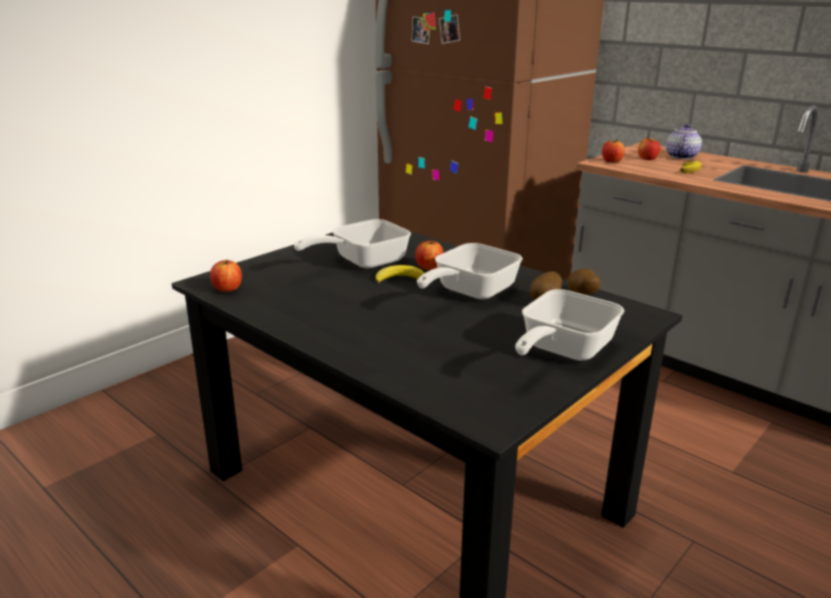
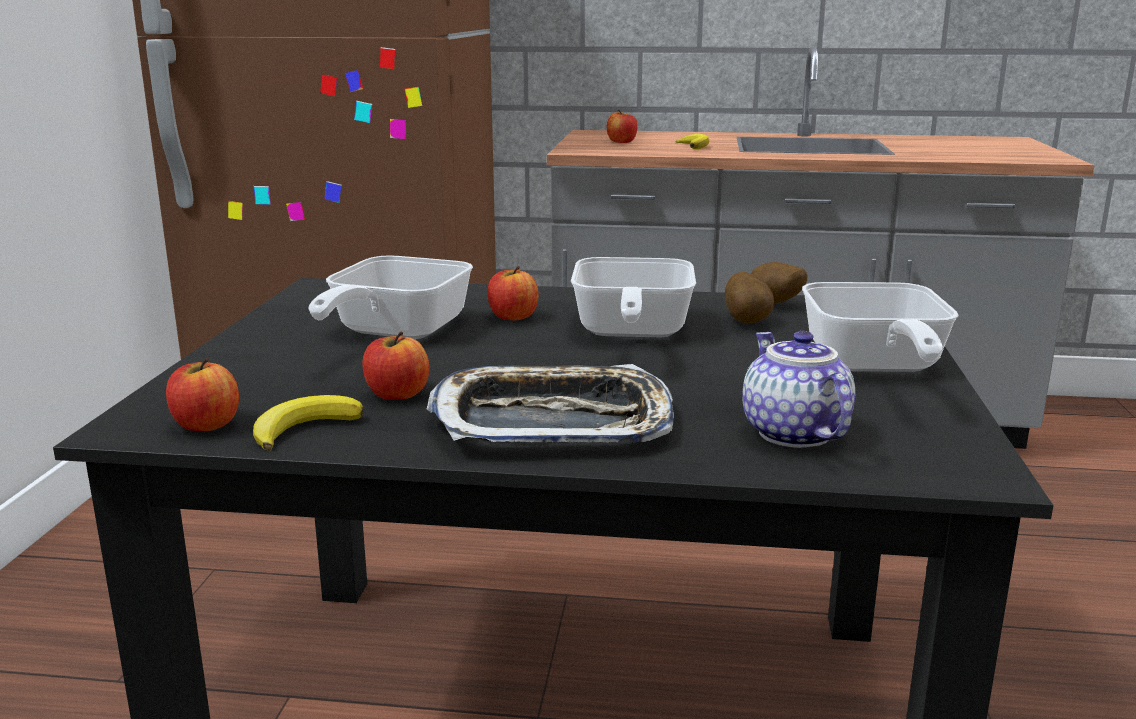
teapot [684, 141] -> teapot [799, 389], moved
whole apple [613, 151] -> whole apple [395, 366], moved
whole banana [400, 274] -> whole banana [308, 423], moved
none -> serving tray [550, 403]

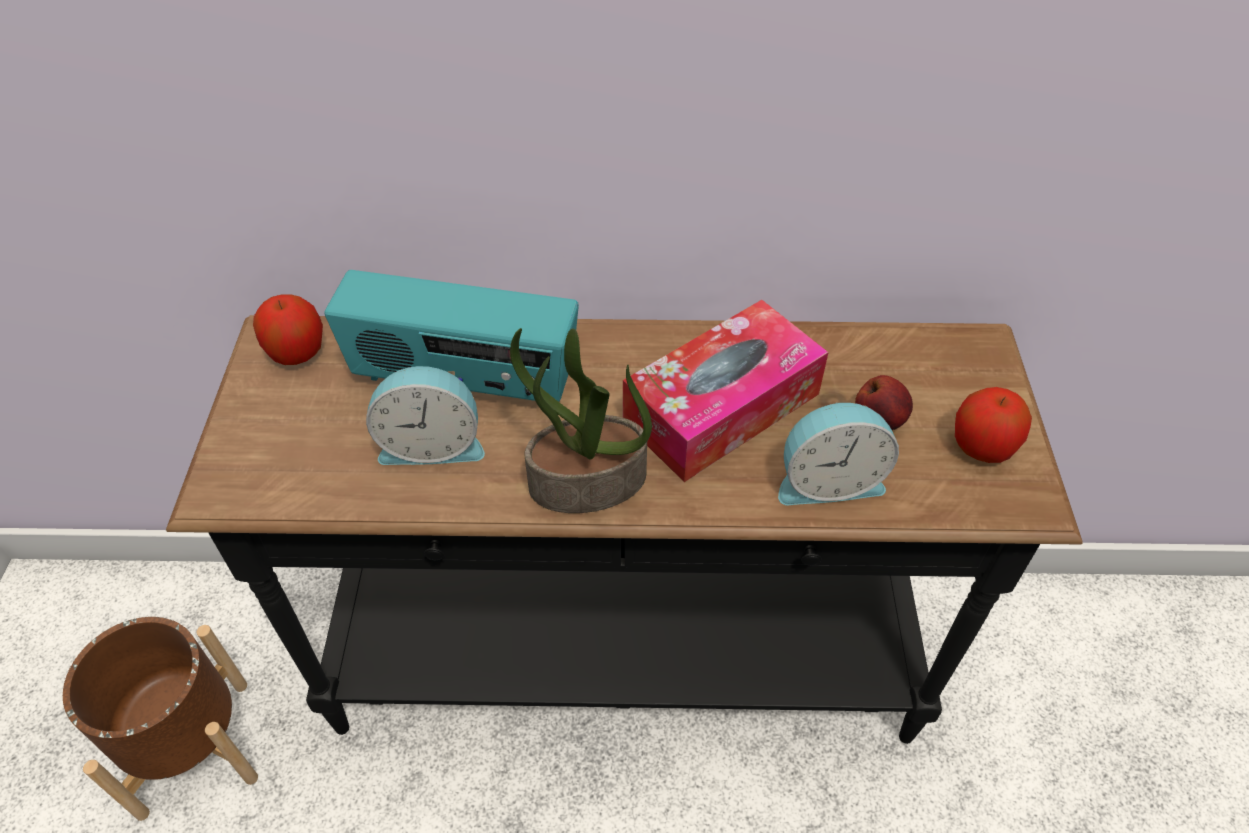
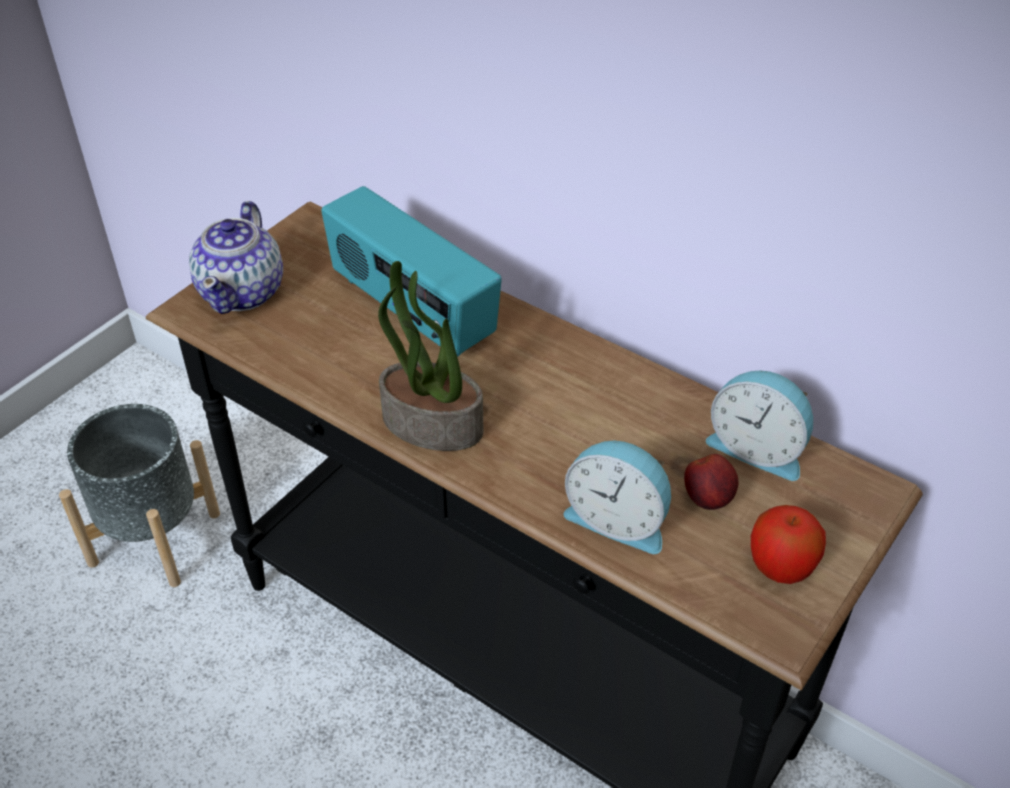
whole apple [288, 329] -> none
box of tissues [726, 391] -> none
bedside clock [425, 415] -> bedside clock [759, 425], moved
brown planter [160, 719] -> greyish planter [139, 495]
none -> teapot [236, 257]

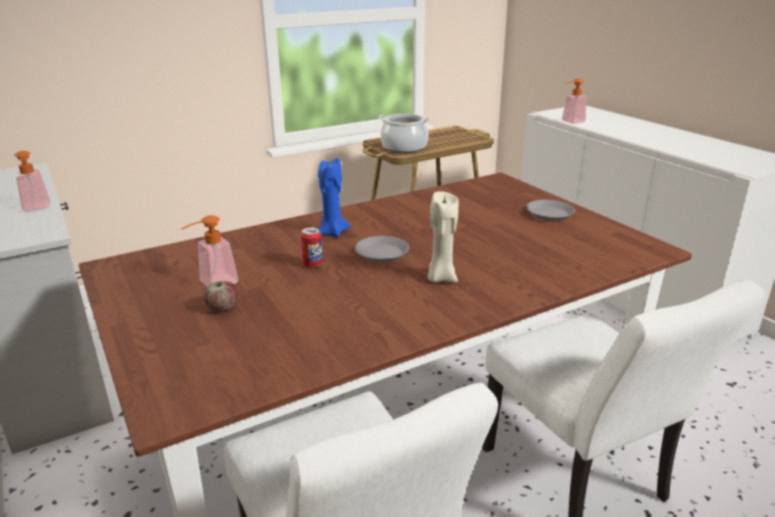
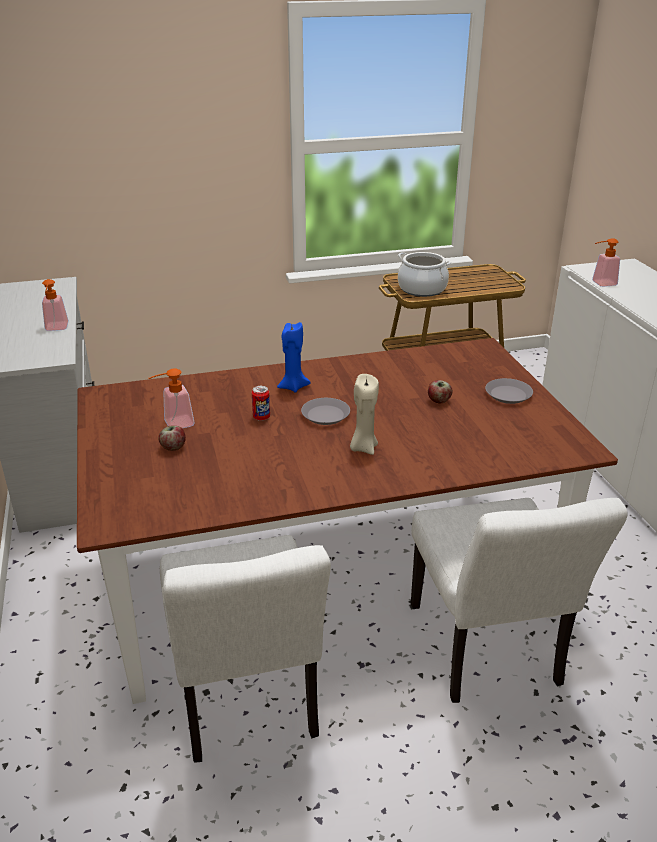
none -> whole apple [440, 391]

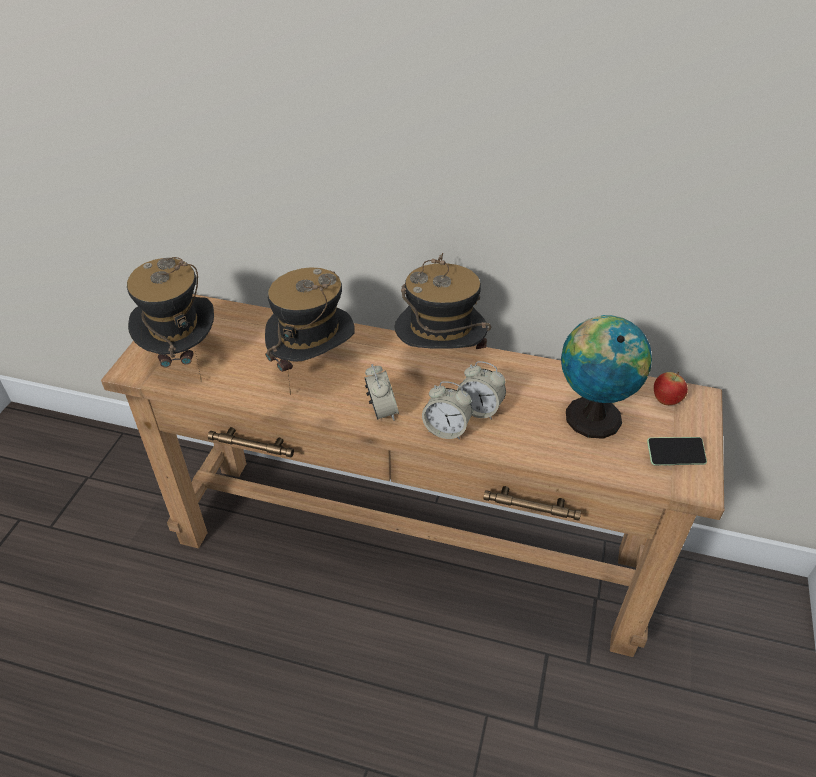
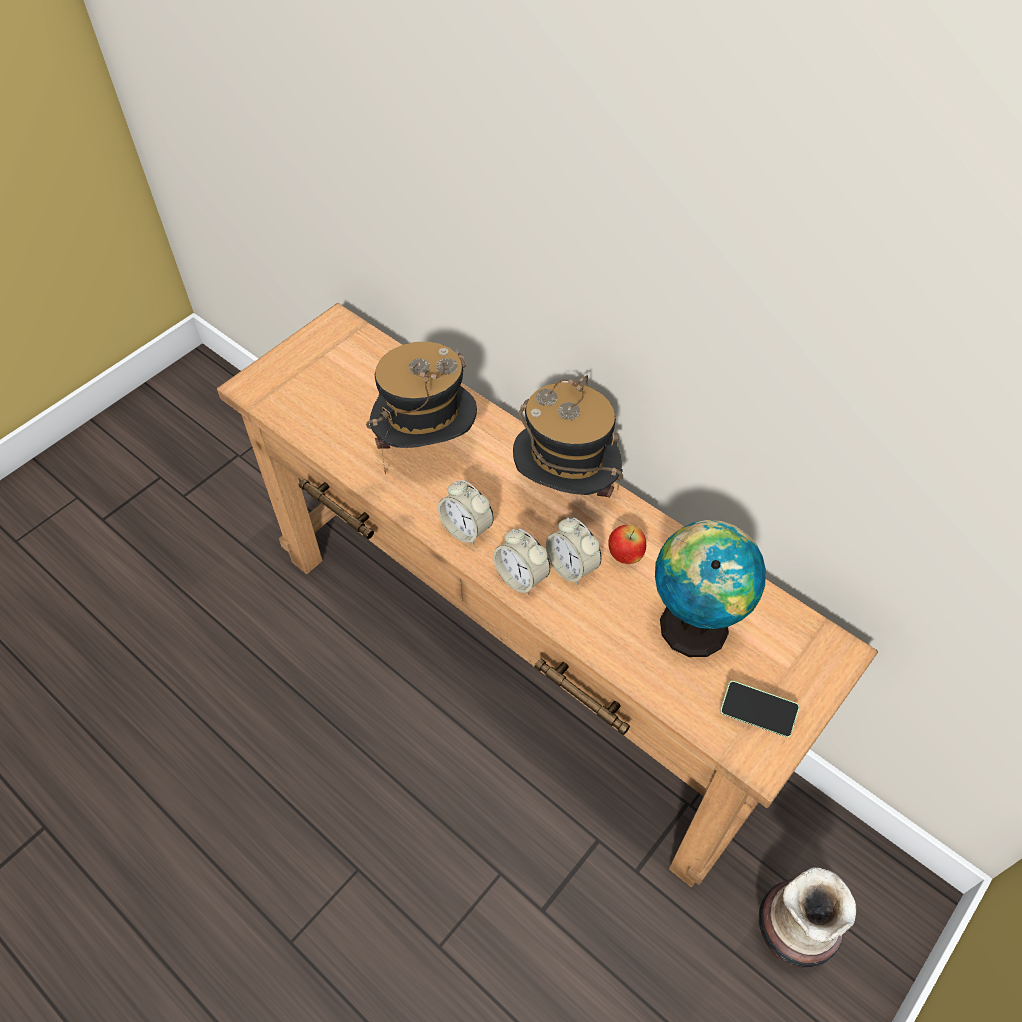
hat [170, 320] -> none
bedside clock [381, 392] -> bedside clock [466, 512], 120 degrees clockwise
whole apple [671, 388] -> whole apple [627, 544], moved
none -> decorative vase [807, 917]

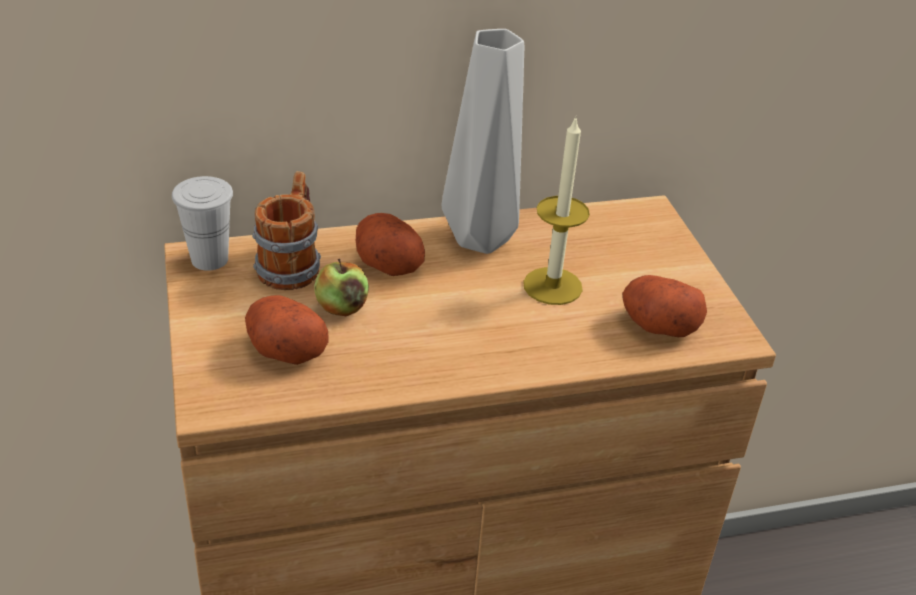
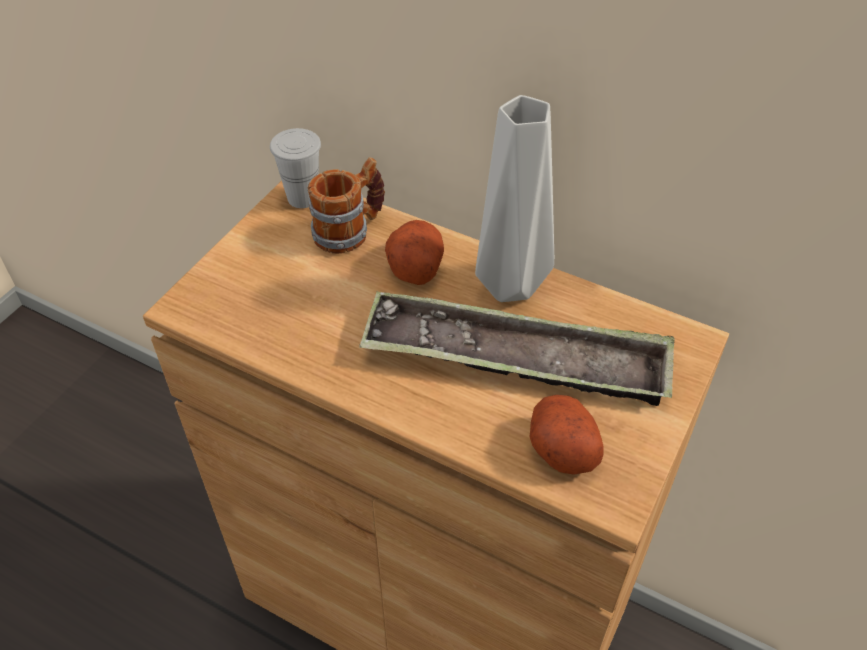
wax light [556, 211] -> serving tray [517, 348]
whole apple [341, 287] -> none
spud [286, 330] -> none

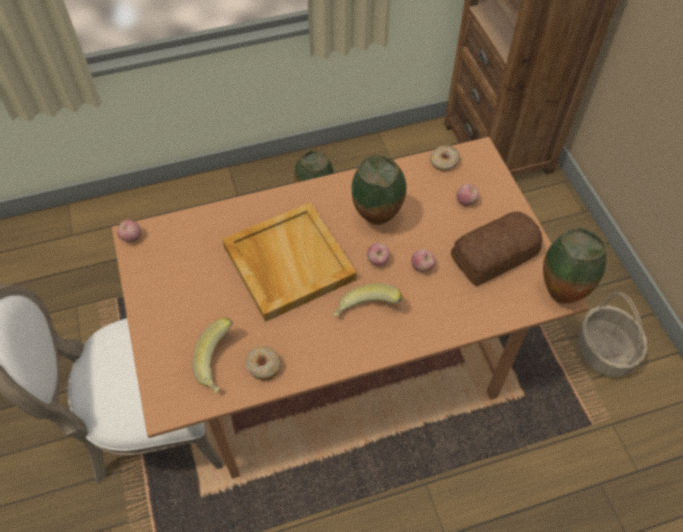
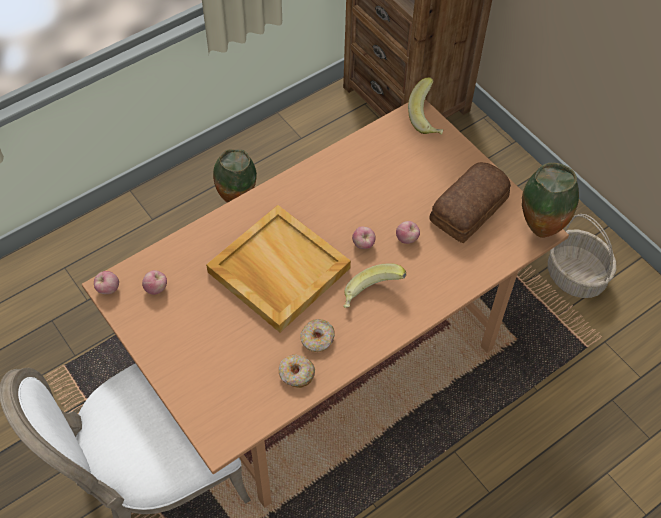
ring doughnut [445, 158] -> ring doughnut [317, 335], moved
decorative vase [379, 189] -> none
whole apple [467, 195] -> whole apple [154, 282], moved
whole banana [213, 356] -> whole banana [425, 106], moved

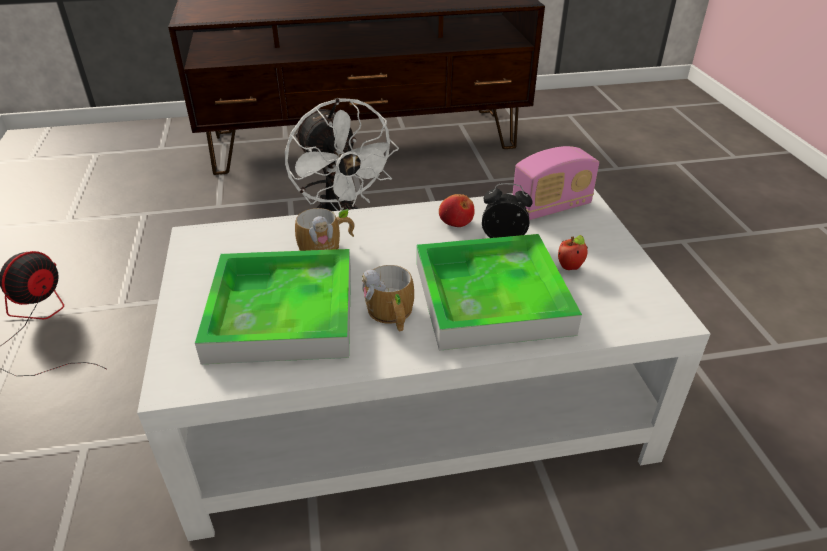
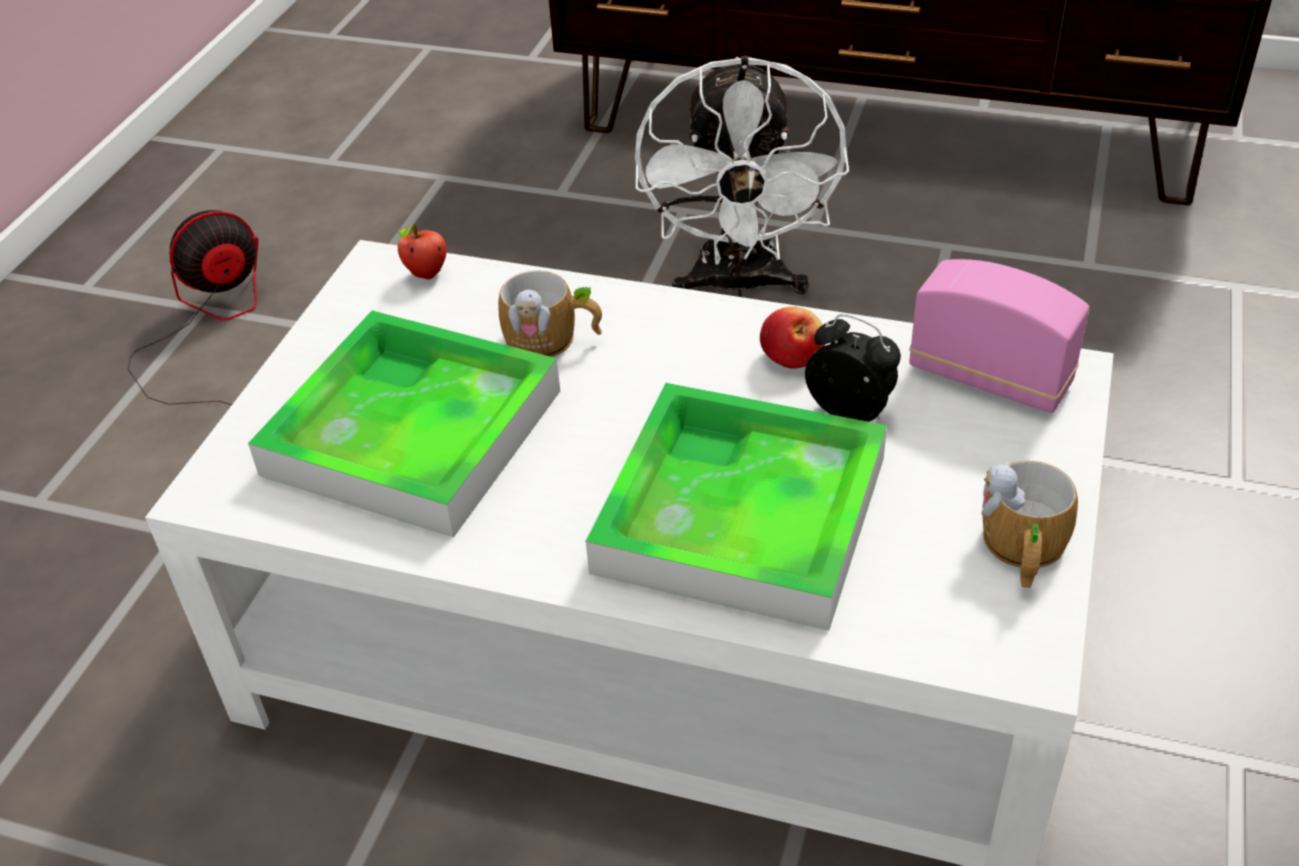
radio [555, 183] -> radio [999, 336], 150 degrees counterclockwise
whole apple [573, 252] -> whole apple [422, 252], moved
tea mug [388, 298] -> tea mug [1030, 524], moved

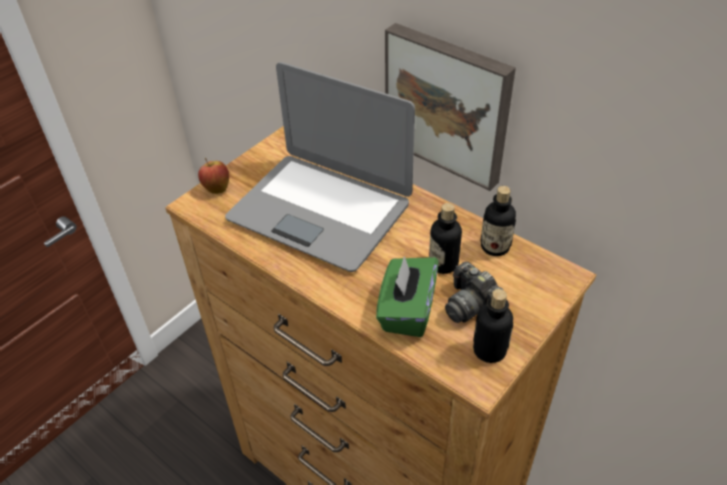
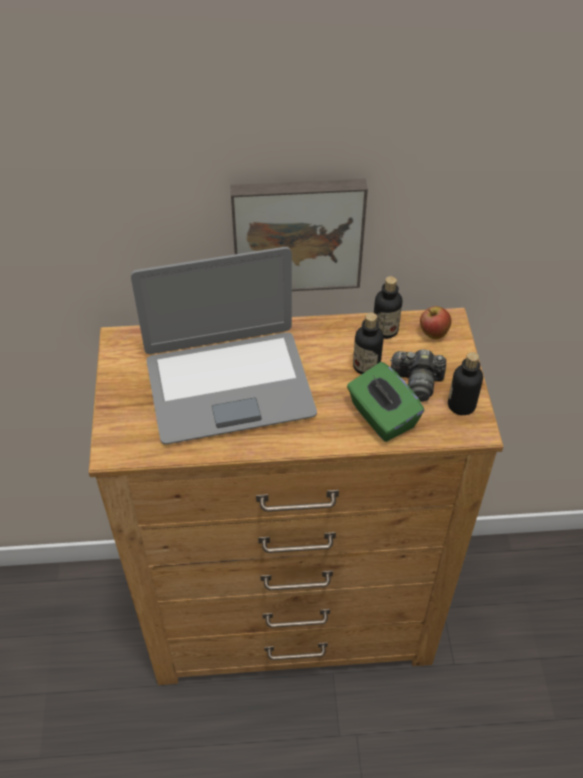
whole apple [213, 176] -> whole apple [435, 322], moved

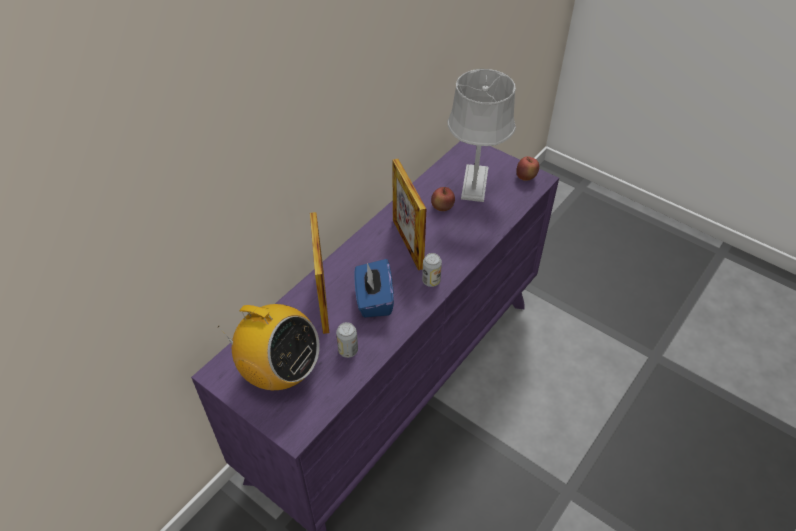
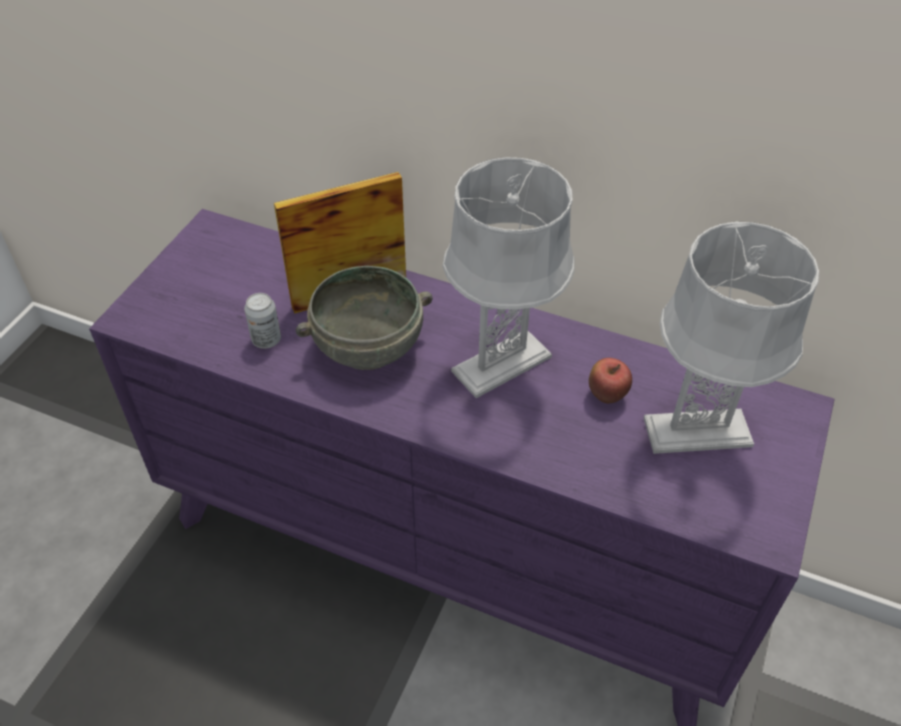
whole apple [527, 168] -> none
picture frame [409, 214] -> greyish lamp for a table [509, 277]
metal can [432, 270] -> none
blue box of tissues [374, 288] -> greyish serving bowl [364, 318]
radio [269, 347] -> none

